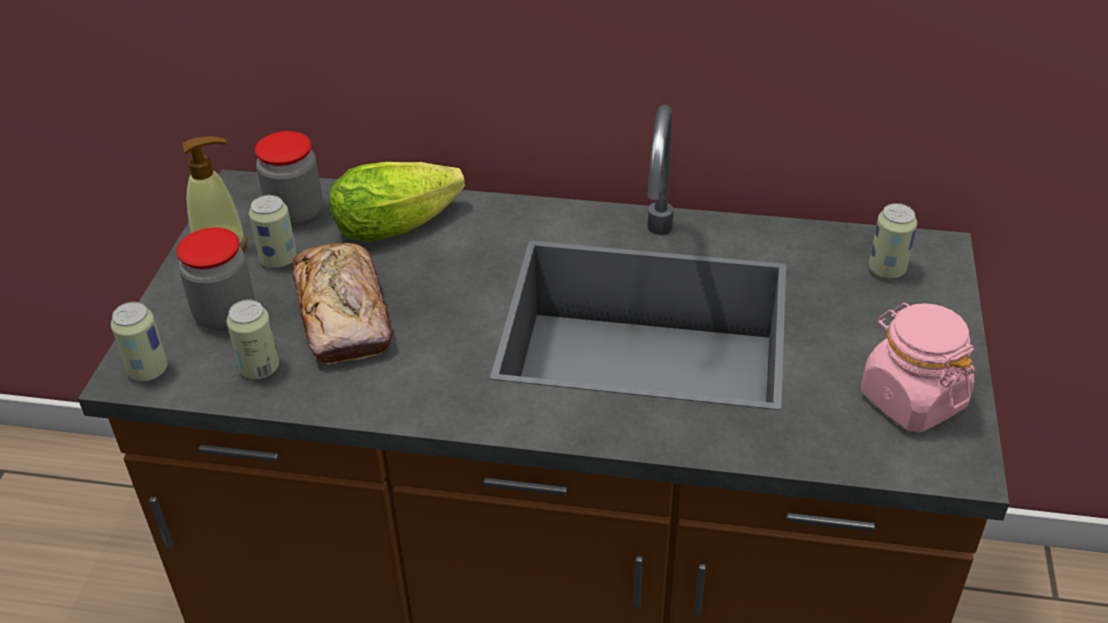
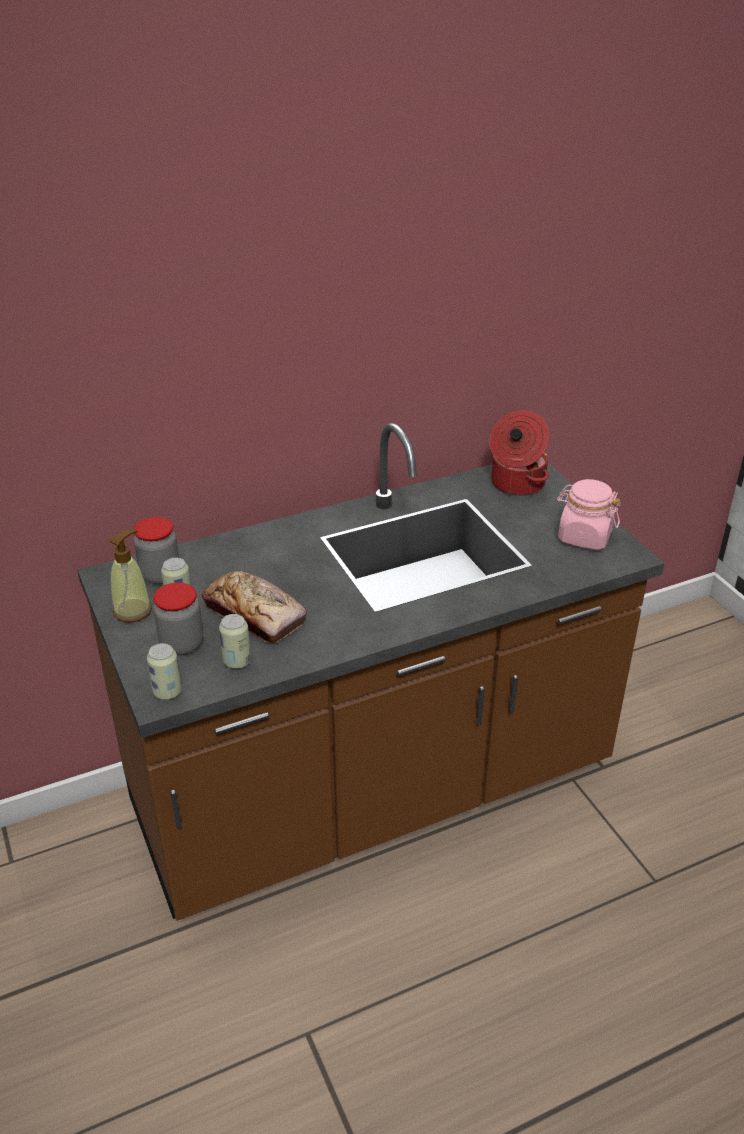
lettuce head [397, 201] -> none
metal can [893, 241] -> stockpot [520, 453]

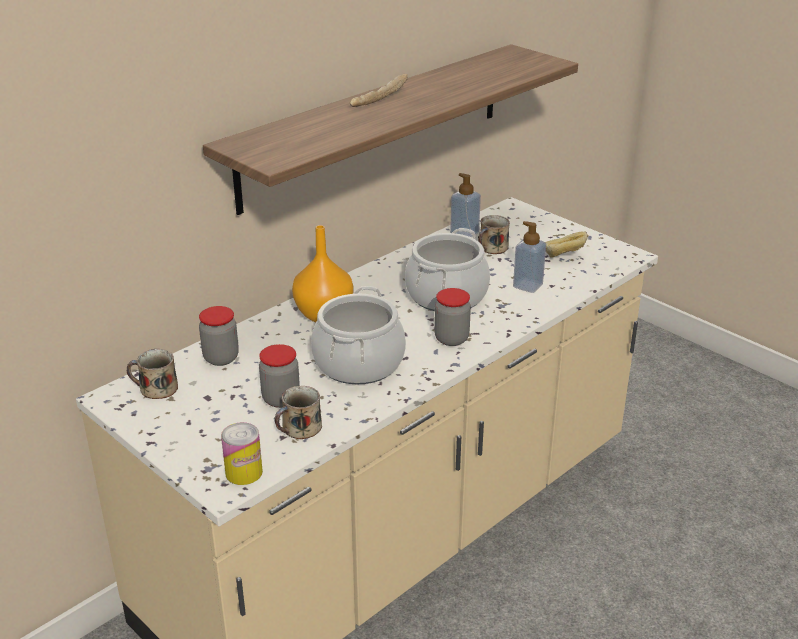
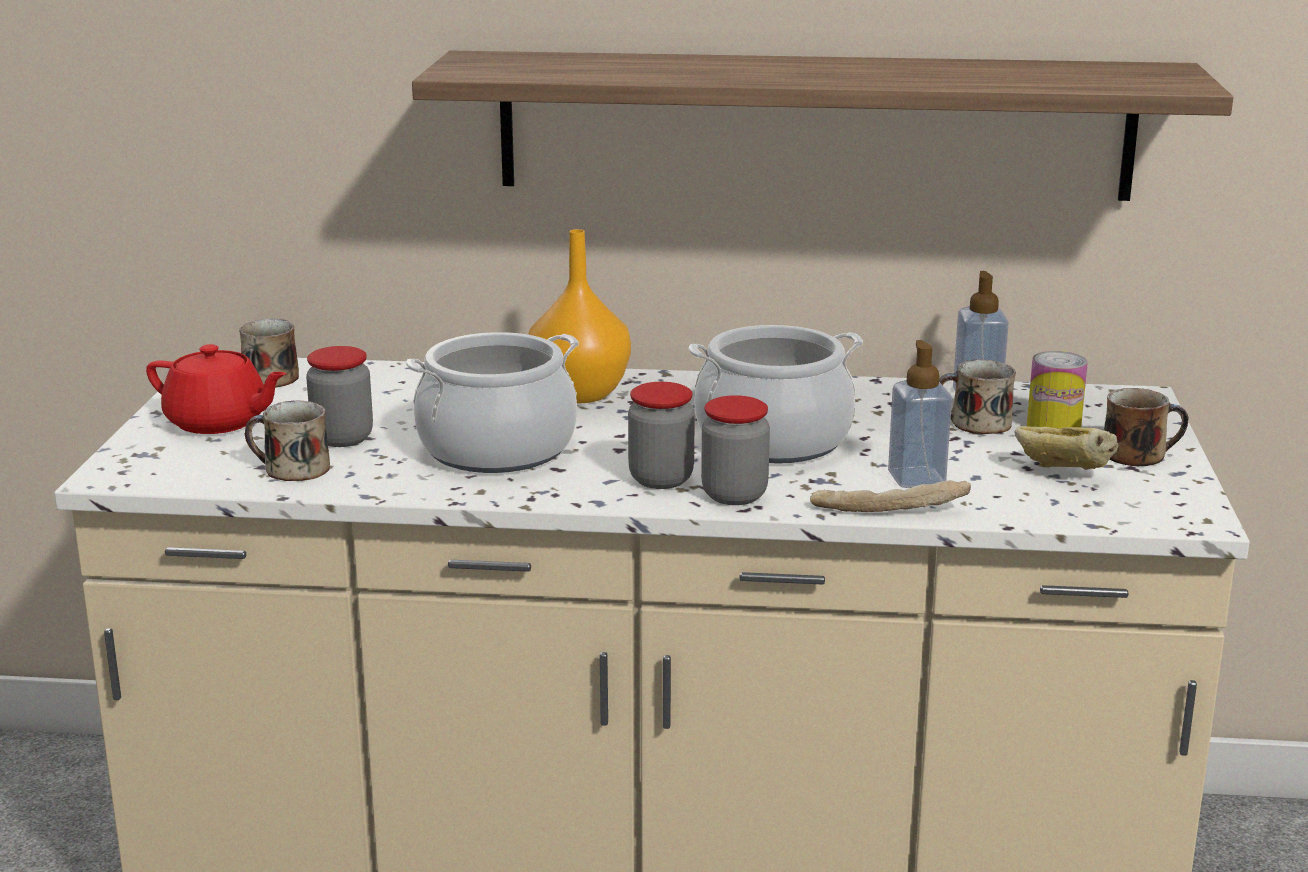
bakery bread [379, 90] -> bakery bread [890, 496], moved
storage jar [219, 336] -> storage jar [735, 450], moved
metal can [242, 453] -> metal can [1057, 390], moved
none -> red teapot [216, 389]
none -> tea mug [1146, 427]

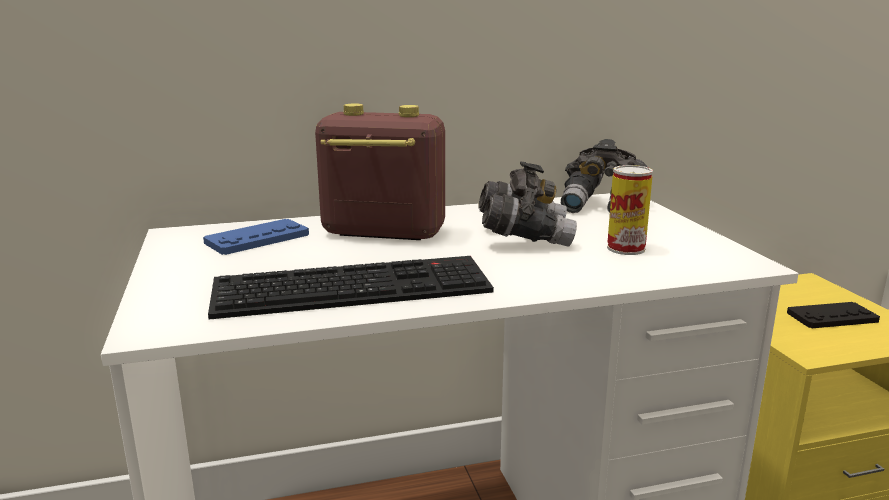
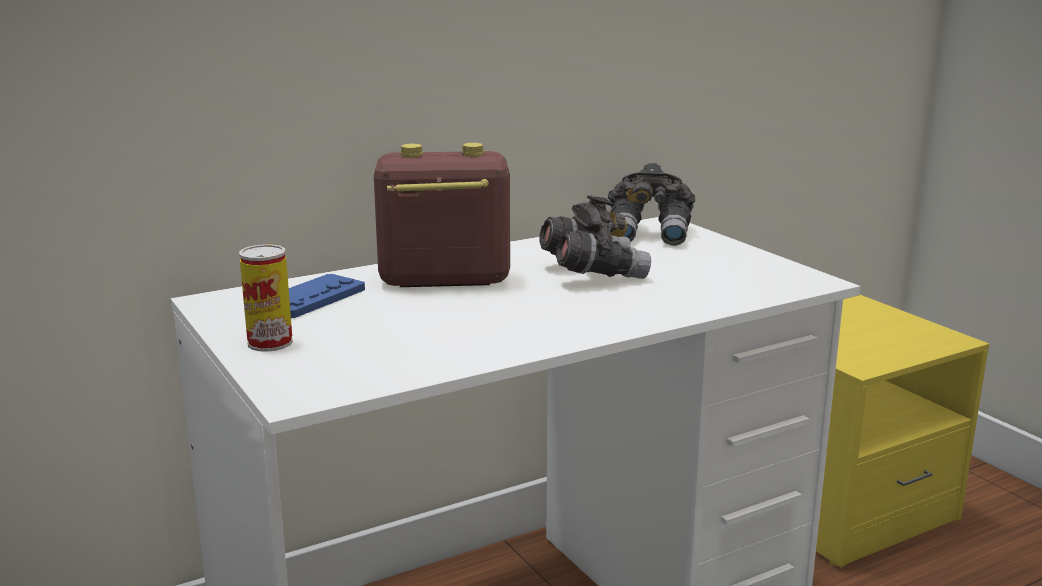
metal can [630, 210] -> metal can [266, 298], moved
PC keyboard [351, 287] -> none
black-coloured game controller [833, 315] -> none

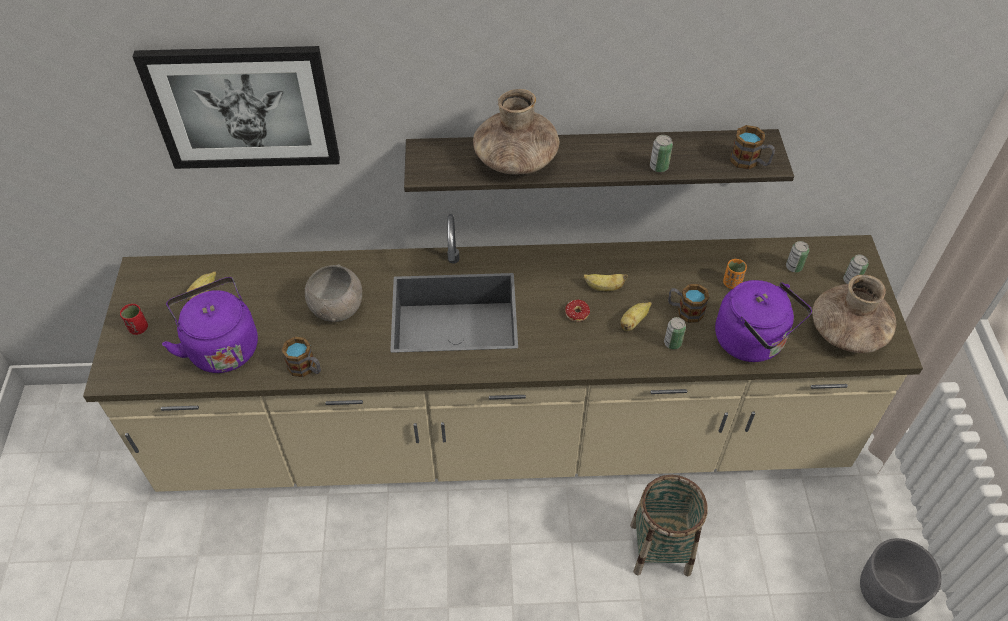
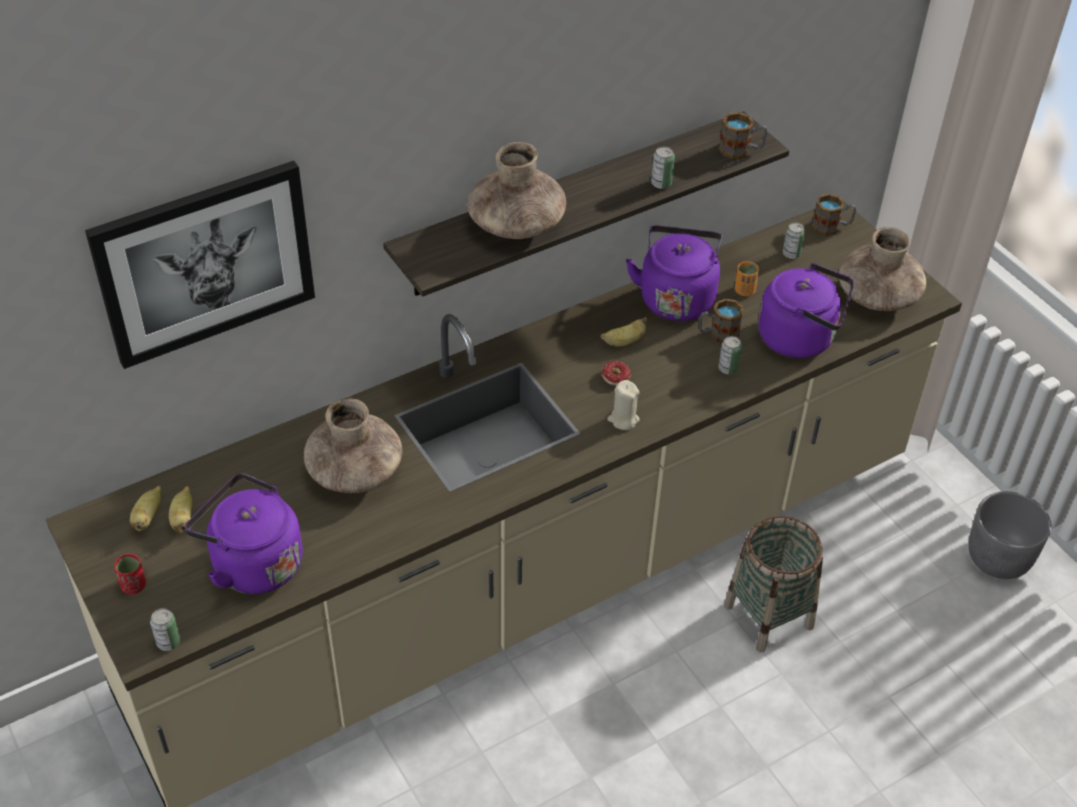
metal can [855, 269] -> metal can [165, 629], moved
greyish serving bowl [333, 293] -> brown decorative vase [353, 445]
whole banana [636, 316] -> whole banana [145, 508], moved
tea mug [301, 357] -> tea mug [834, 214], moved
none -> purple-coloured kettle [674, 273]
none -> beige wax light [623, 405]

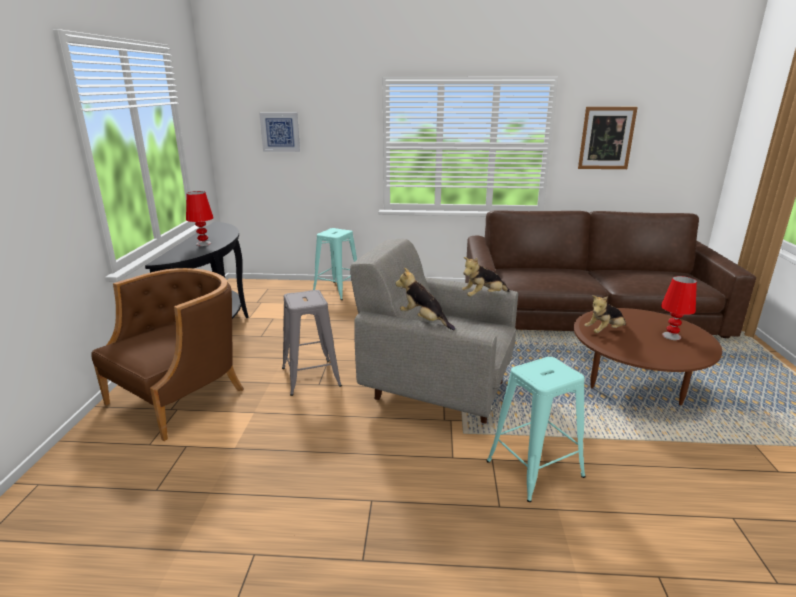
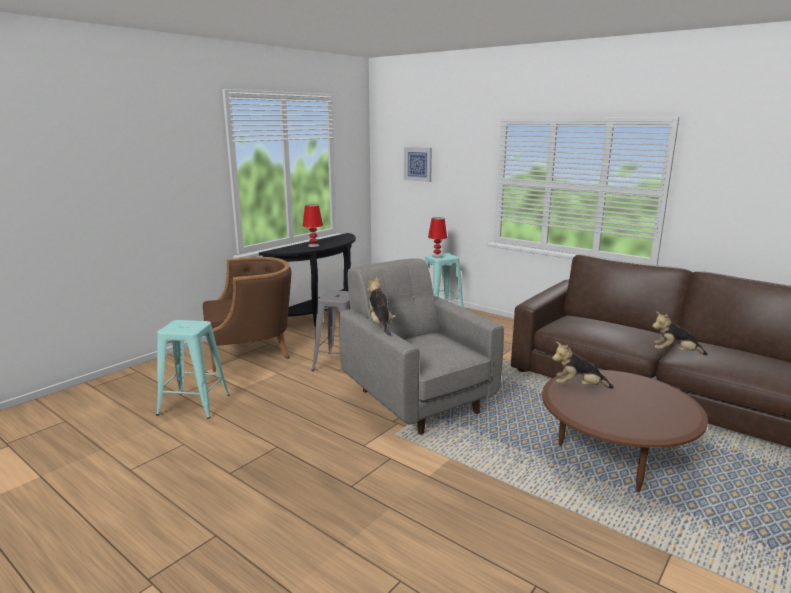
wall art [608, 138] -> none
plush toy [485, 277] -> plush toy [679, 333], moved
red lamp for a table [679, 308] -> red lamp for a table [437, 237], moved
turquoise sitting stool [536, 429] -> turquoise sitting stool [193, 369], moved

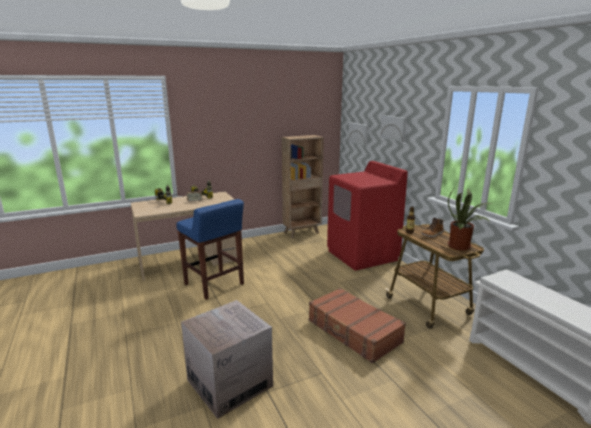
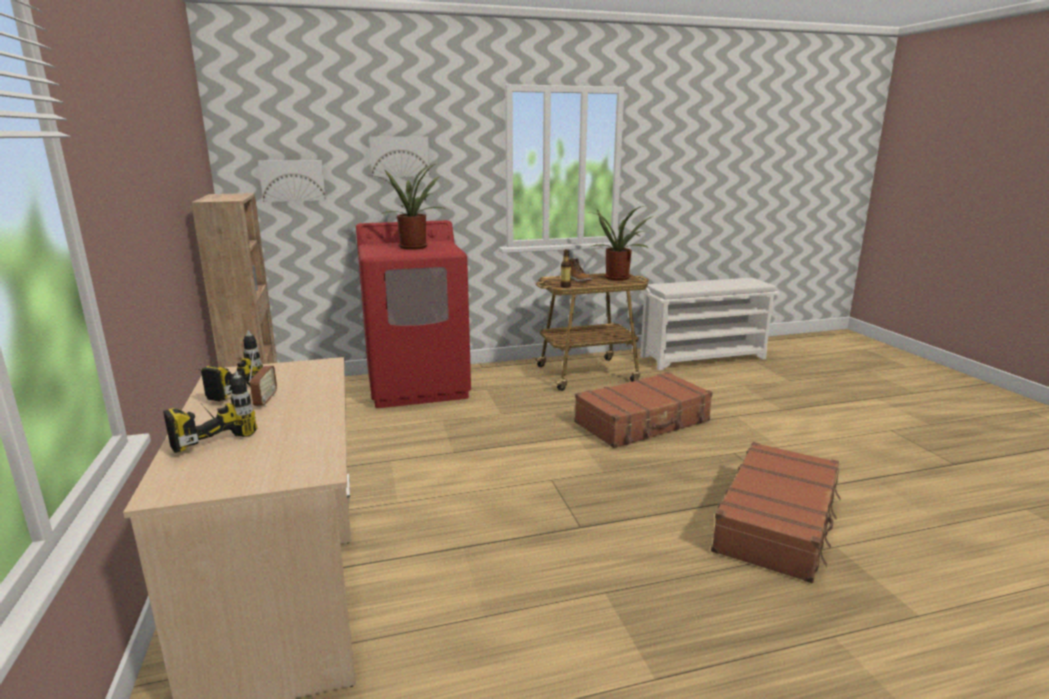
blue sitting stool [210, 249] -> none
packing box [227, 359] -> brown travel case [776, 512]
none -> houseplant [408, 207]

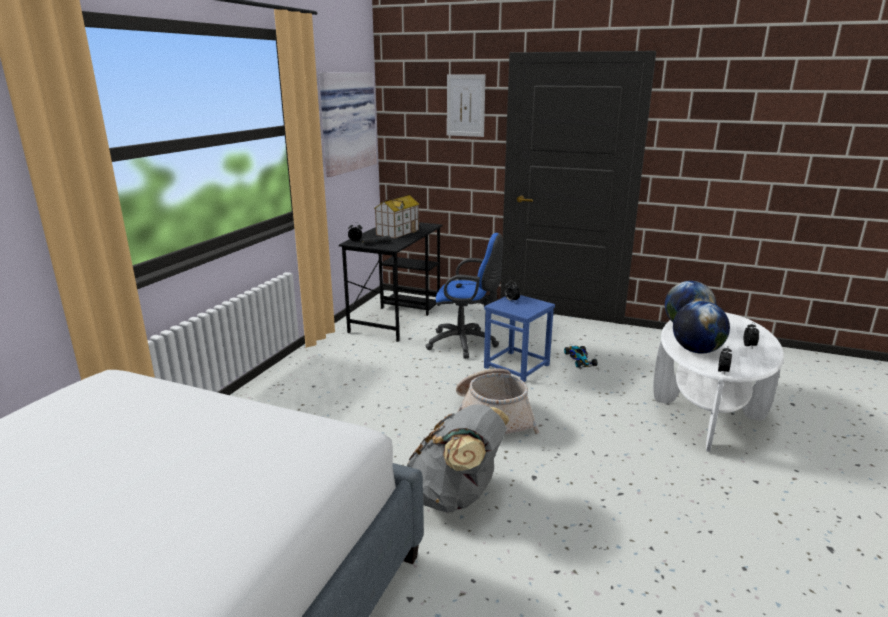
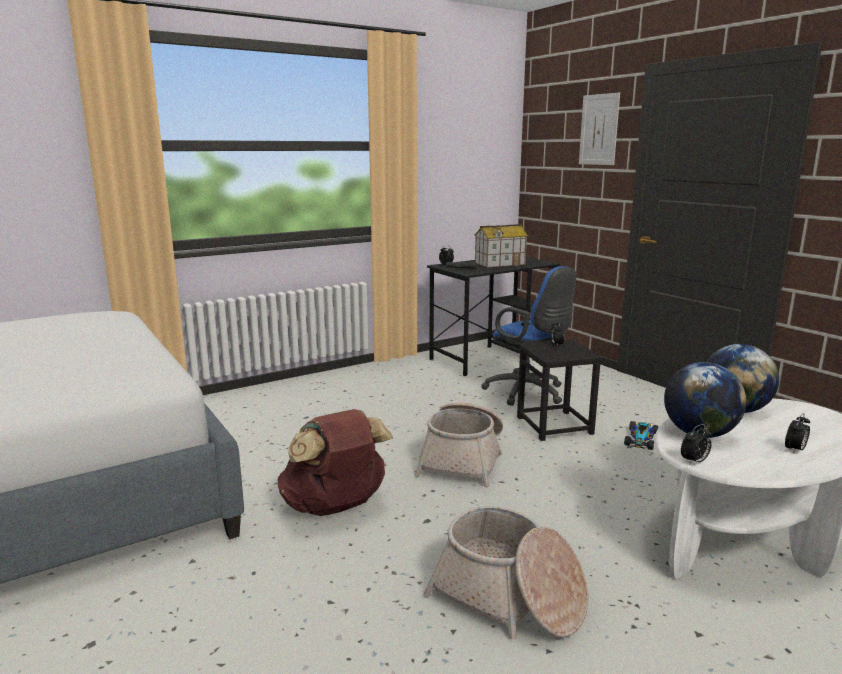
wall art [348, 124] -> none
blue sitting stool [519, 338] -> black-coloured sitting stool [559, 390]
greyish rucksack [458, 458] -> brown rucksack [335, 462]
none -> household basket [506, 573]

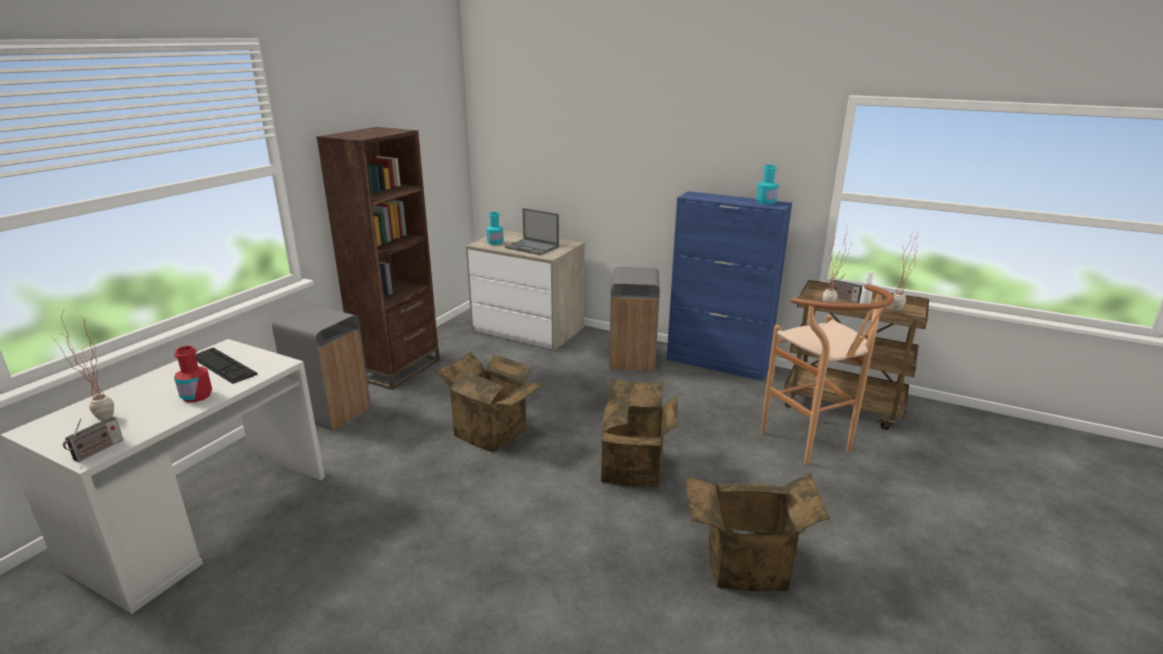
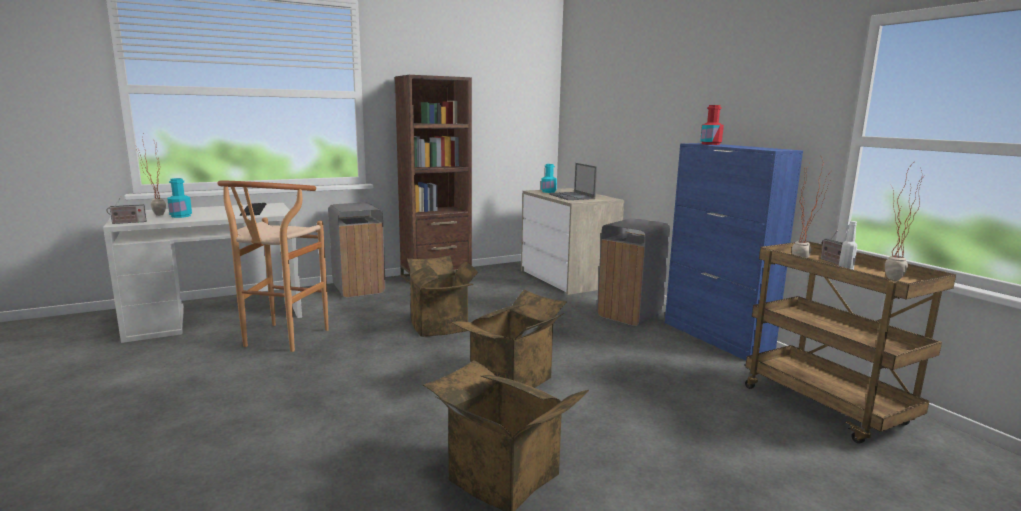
turquoise beverage bottle [767, 184] -> turquoise beverage bottle [179, 198], moved
brown sitting stool [827, 374] -> brown sitting stool [273, 266], moved
red beverage bottle [193, 374] -> red beverage bottle [712, 125], moved

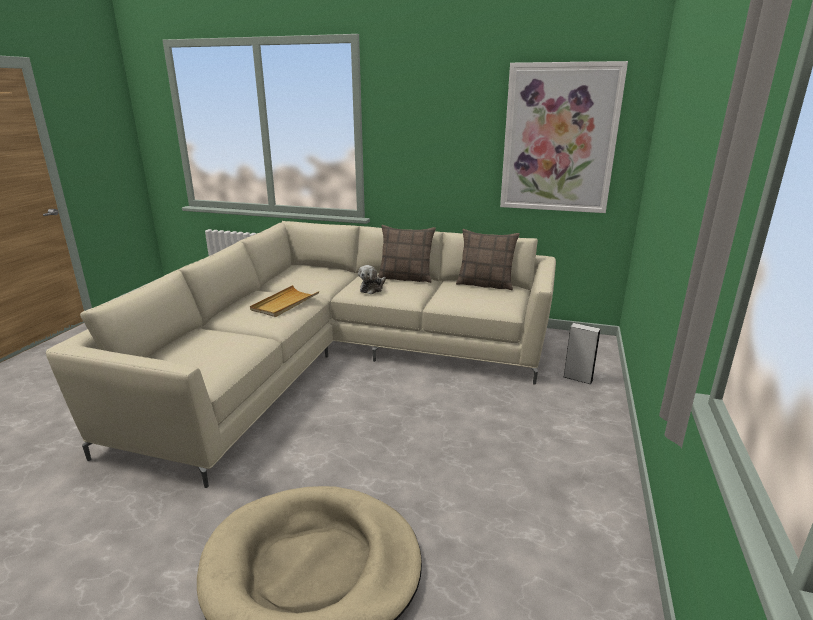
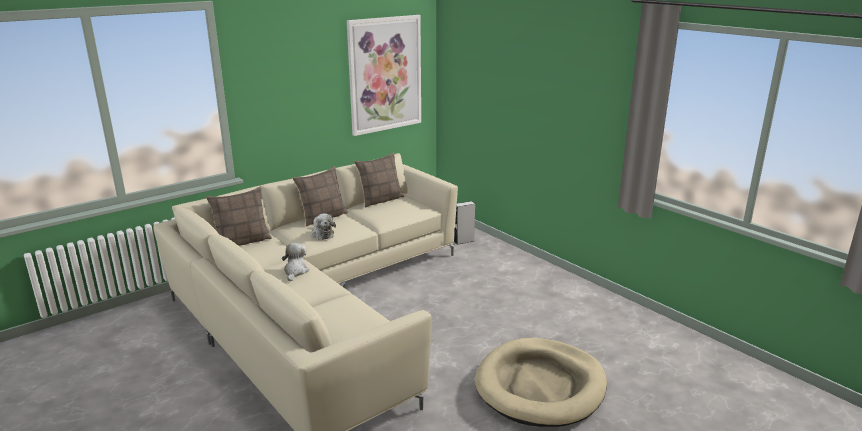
beige serving tray [284, 301] -> plush toy [295, 262]
none -> throw pillow [239, 216]

